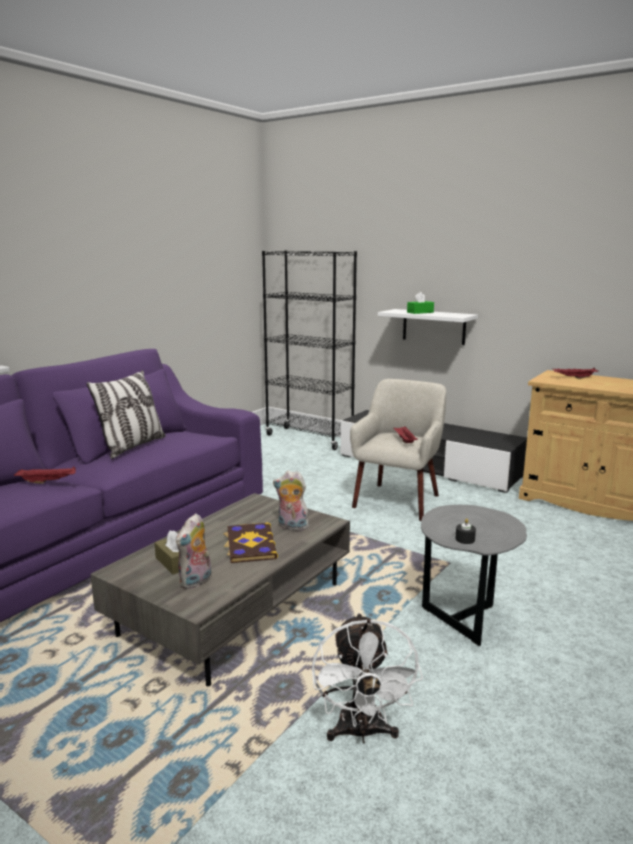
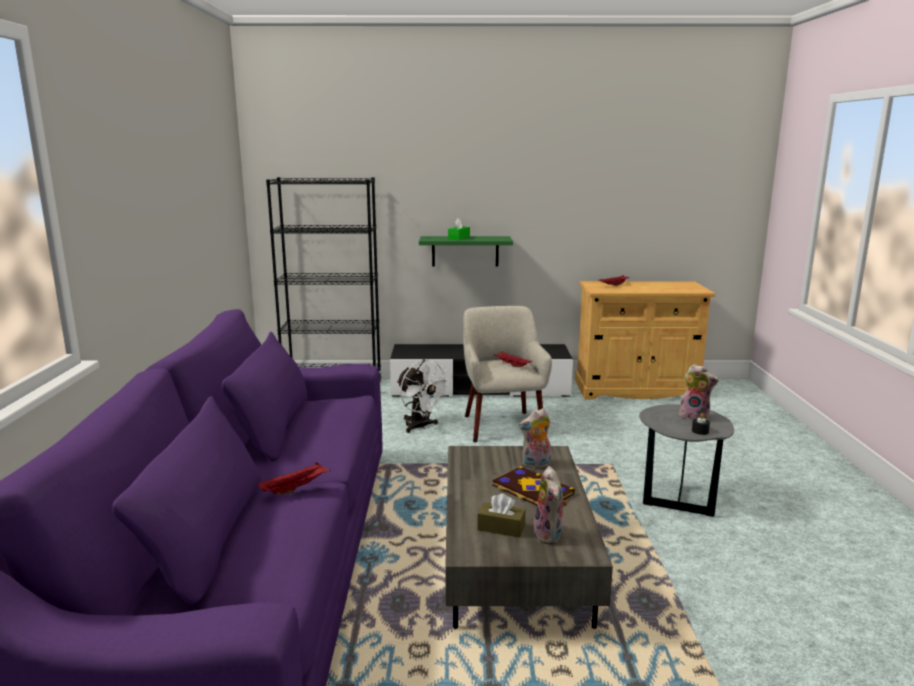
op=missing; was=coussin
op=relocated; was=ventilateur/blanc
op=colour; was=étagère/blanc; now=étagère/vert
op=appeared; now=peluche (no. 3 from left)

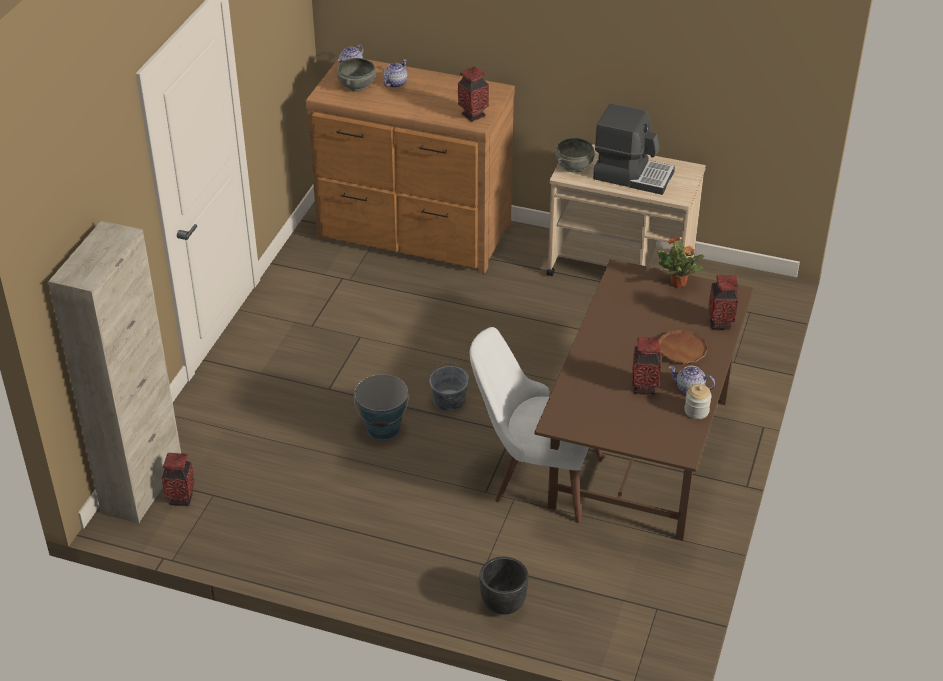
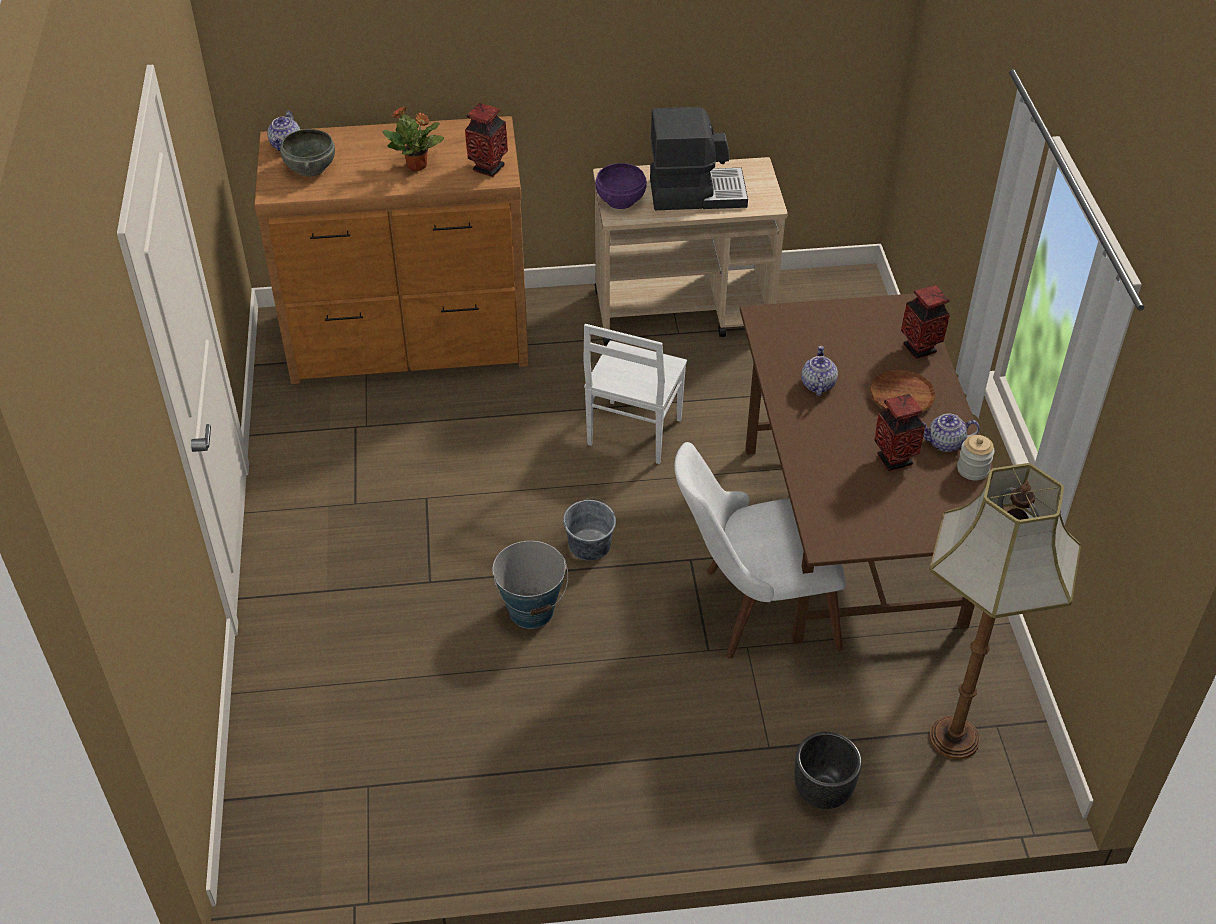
op=missing; was=meuble de rangement/beige
op=missing; was=vase (no. 1 from left)
op=relocated; was=théière (no. 2 from left)
op=colour; was=bol/gris (no. 2 from left); now=bol/violet
op=relocated; was=plante en pot
op=appeared; now=chaise/blanc (no. 1 from left)
op=appeared; now=lampadaire

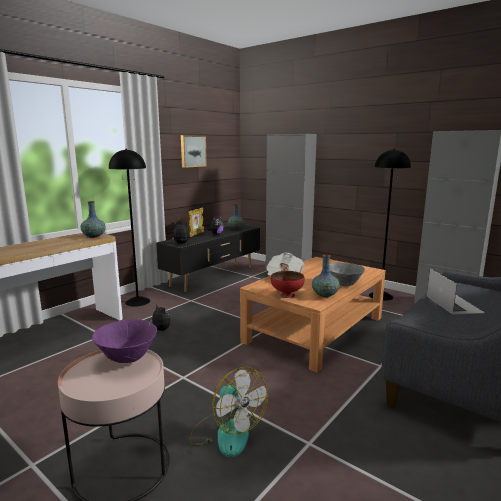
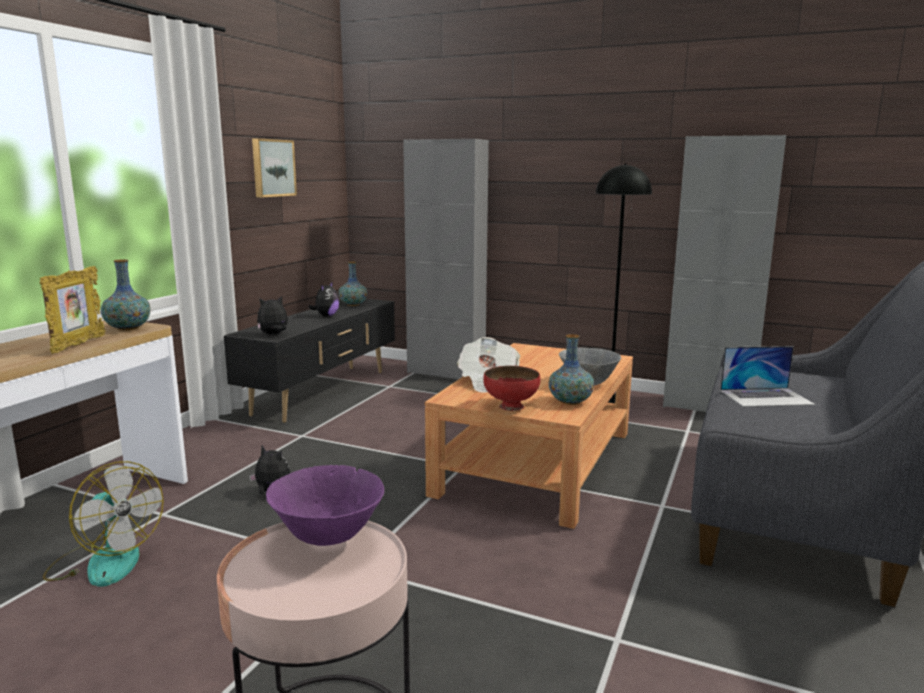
op=missing; was=lampadaire/noir (no. 1 from left)
op=relocated; was=cadre photo
op=relocated; was=ventilateur
op=spun; was=ordinateur portable; clockwise=105

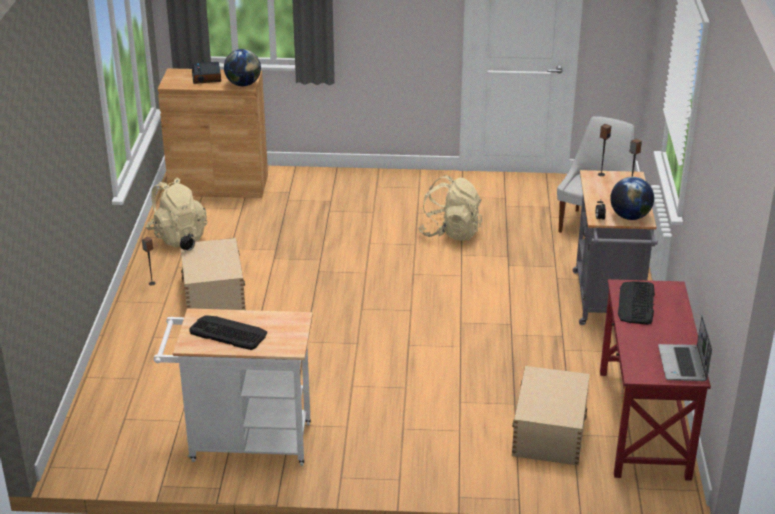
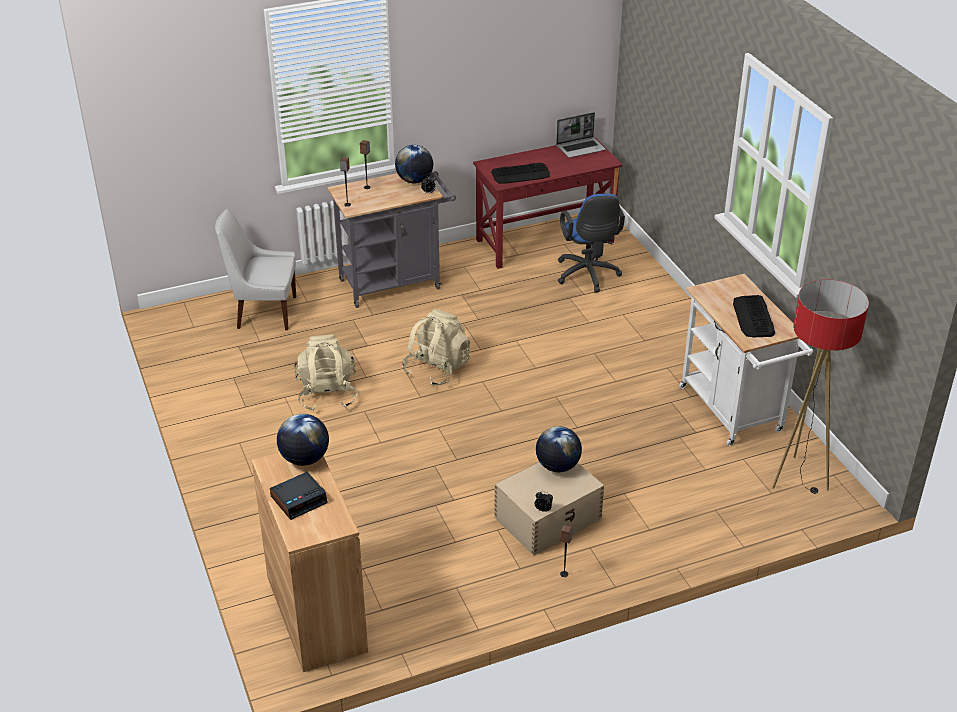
op=relocated; was=sac à dos/beige (no. 1 from left in the first image); now=sac à dos/beige (no. 2 from left)
op=exchanged; was=boîte de rangement/beige (no. 2 from left); now=chaise de bureau/bleu
op=appeared; now=globe (no. 3 from left)
op=appeared; now=lampadaire

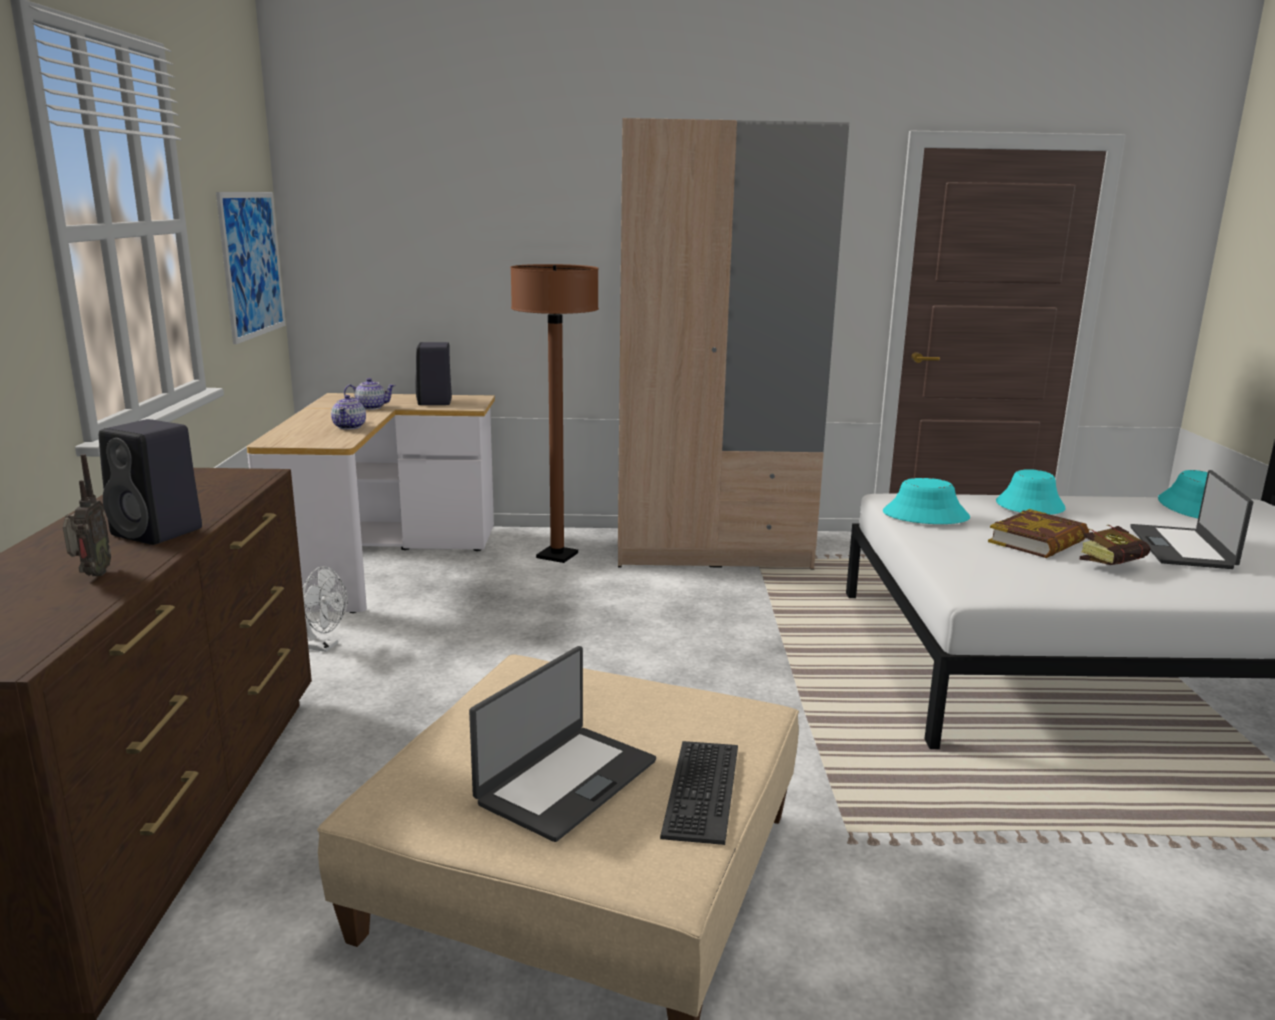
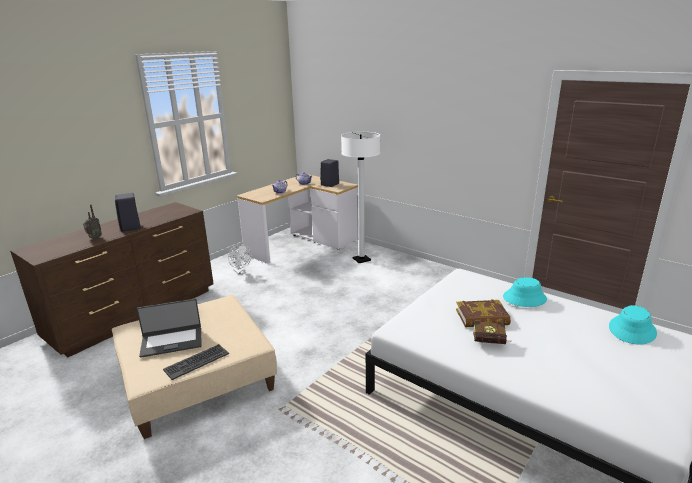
op=missing; was=tableau
op=colour; was=lampadaire/marron; now=lampadaire/blanc
op=missing; was=armoire/beige
op=missing; was=chapeau/turquoise (no. 1 from left)
op=missing; was=ordinateur portable (no. 2 from left)

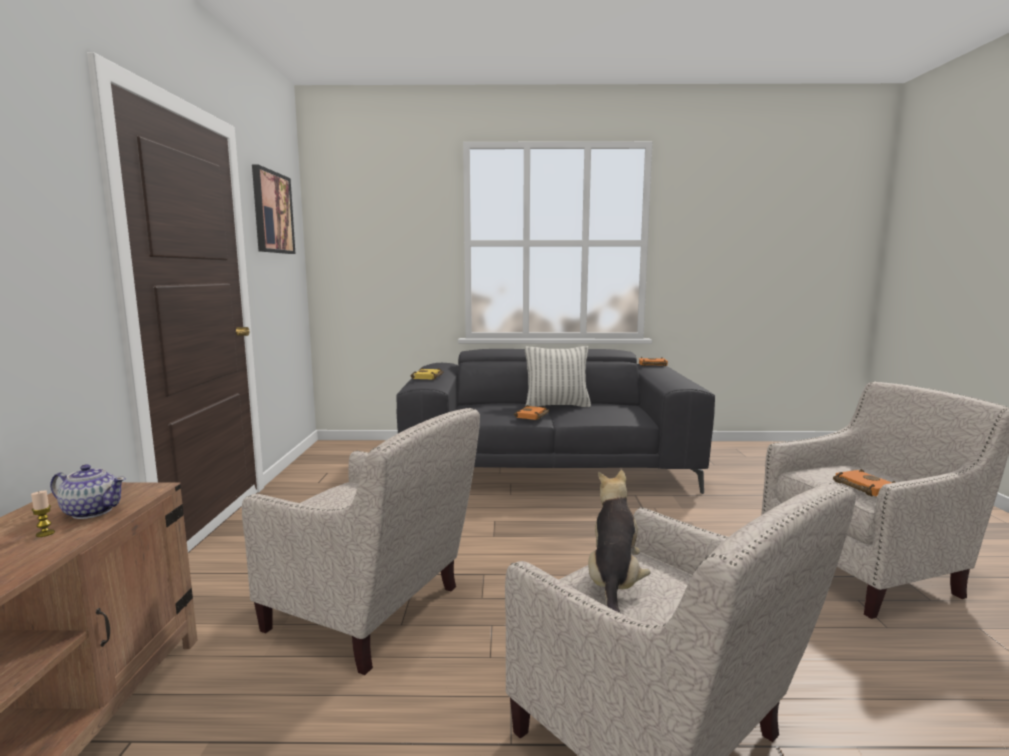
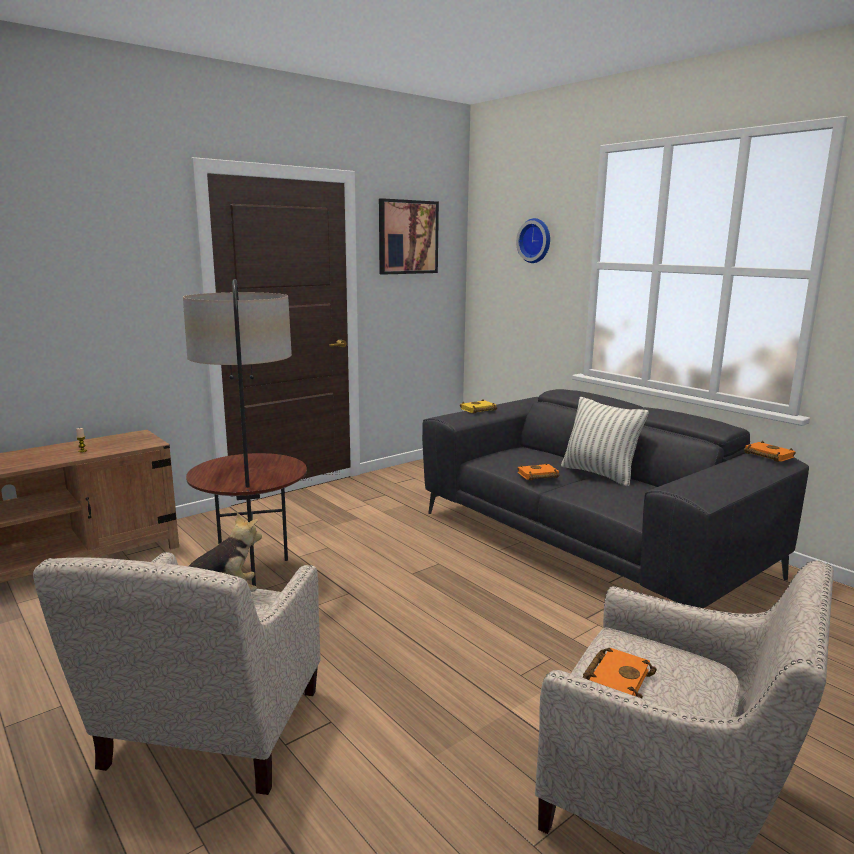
op=missing; was=théière
op=exchanged; was=fauteuil/beige (no. 1 from left); now=lampadaire
op=appeared; now=horloge murale

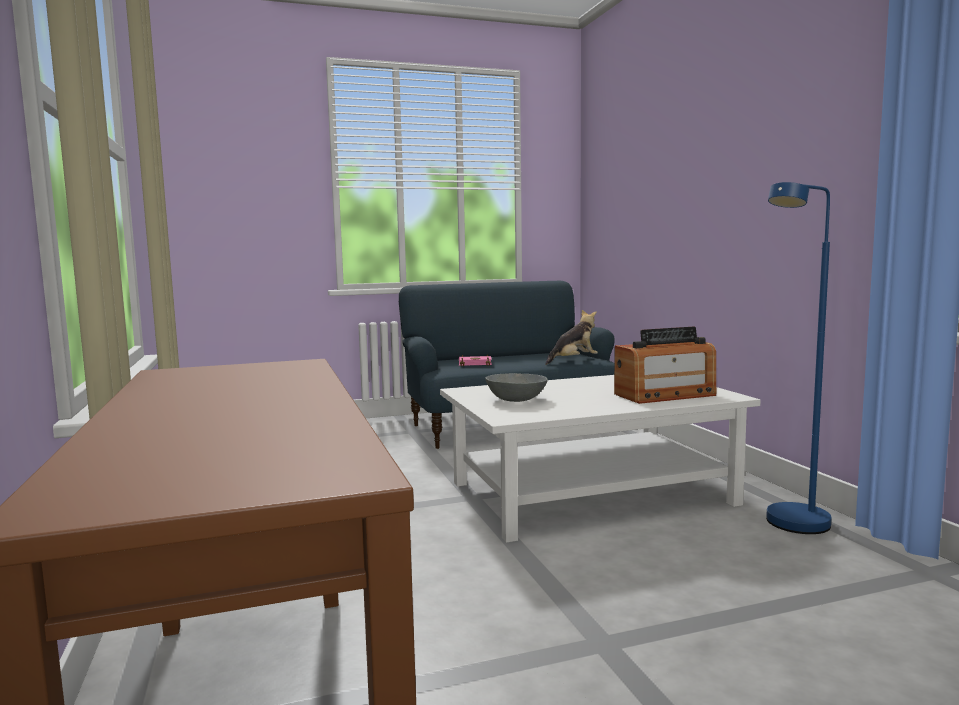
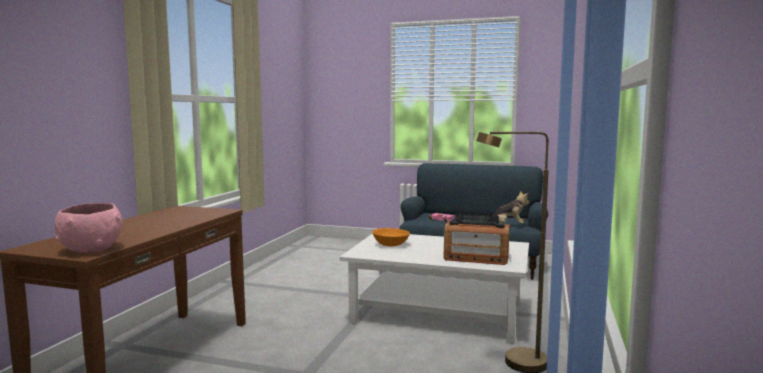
op=colour; was=bol/gris; now=bol/orange
op=colour; was=lampadaire/bleu; now=lampadaire/marron
op=appeared; now=bol/rose

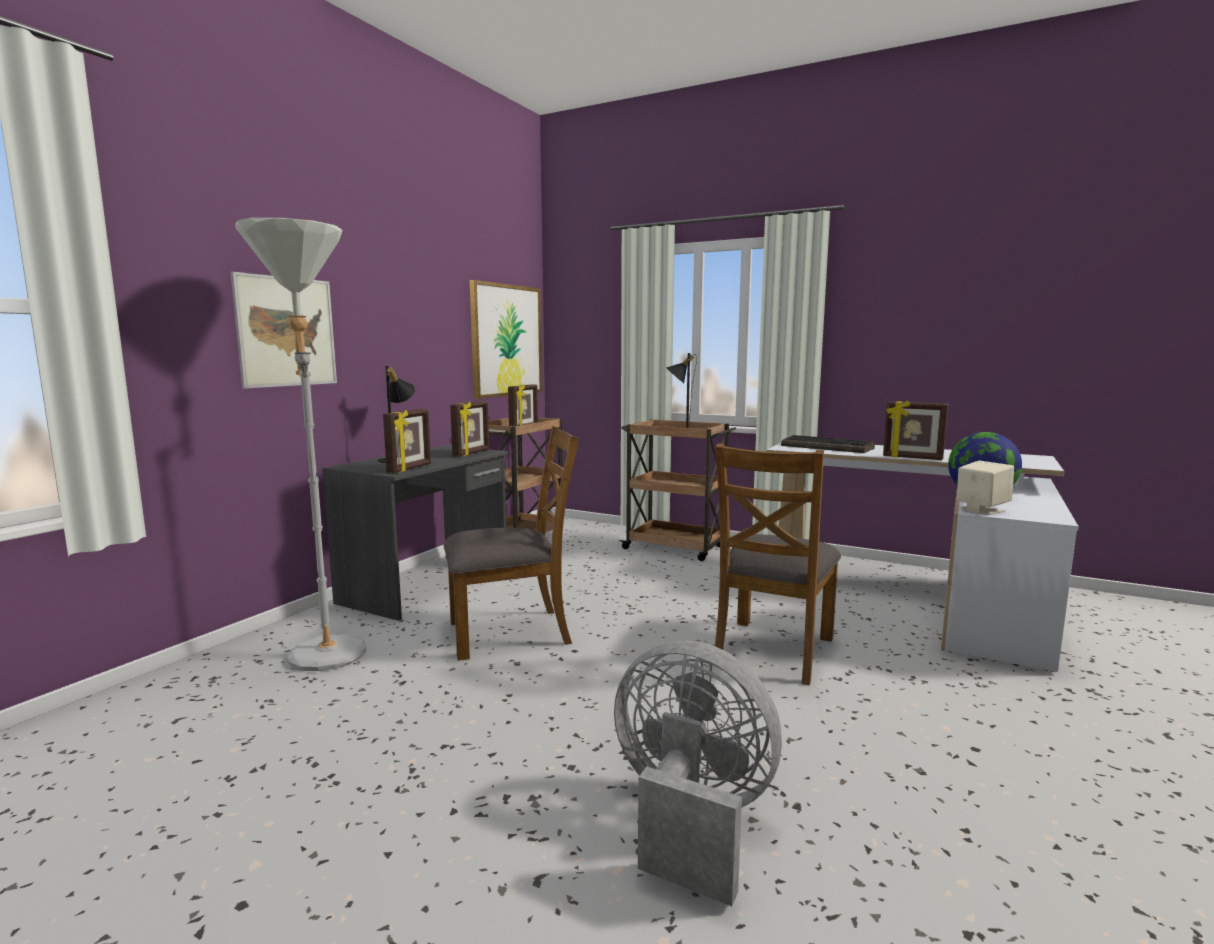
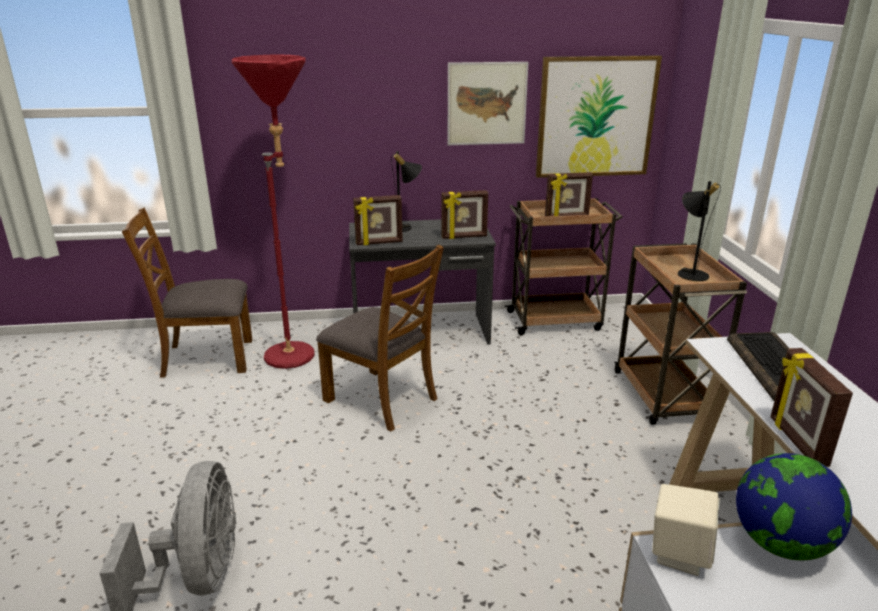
op=relocated; was=tableau (no. 1 from left)
op=colour; was=lampadaire/gris; now=lampadaire/rouge
op=relocated; was=chaise/marron (no. 2 from left in the first image); now=chaise/marron (no. 1 from left)

